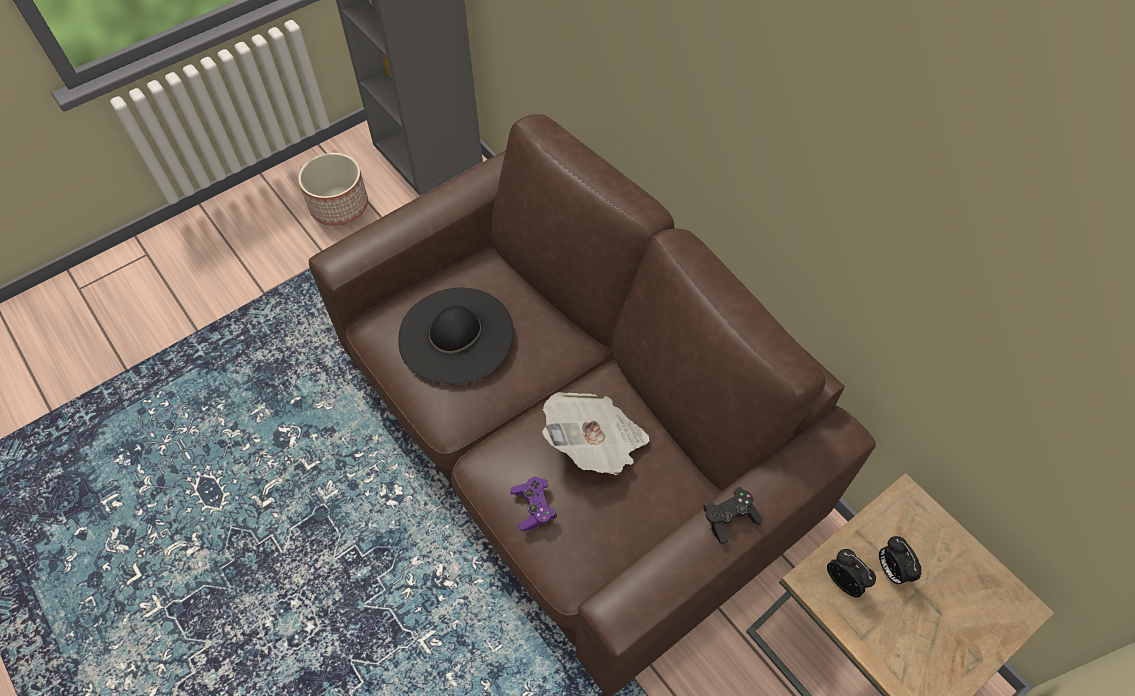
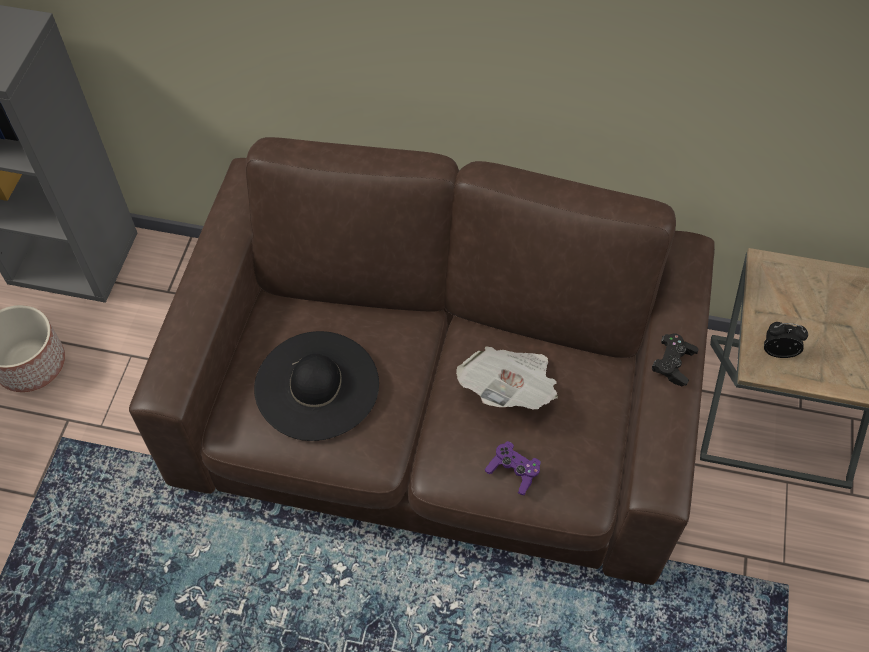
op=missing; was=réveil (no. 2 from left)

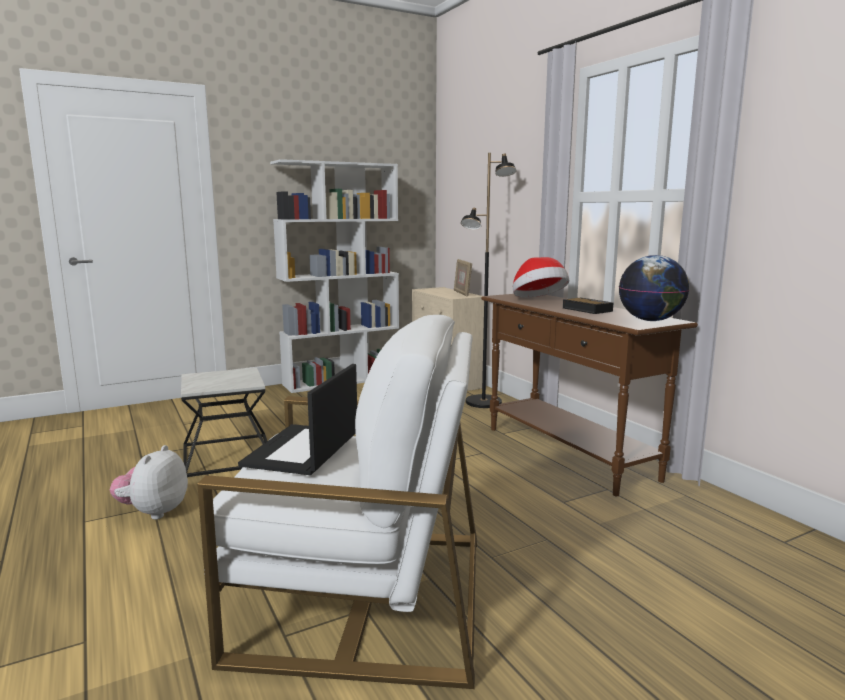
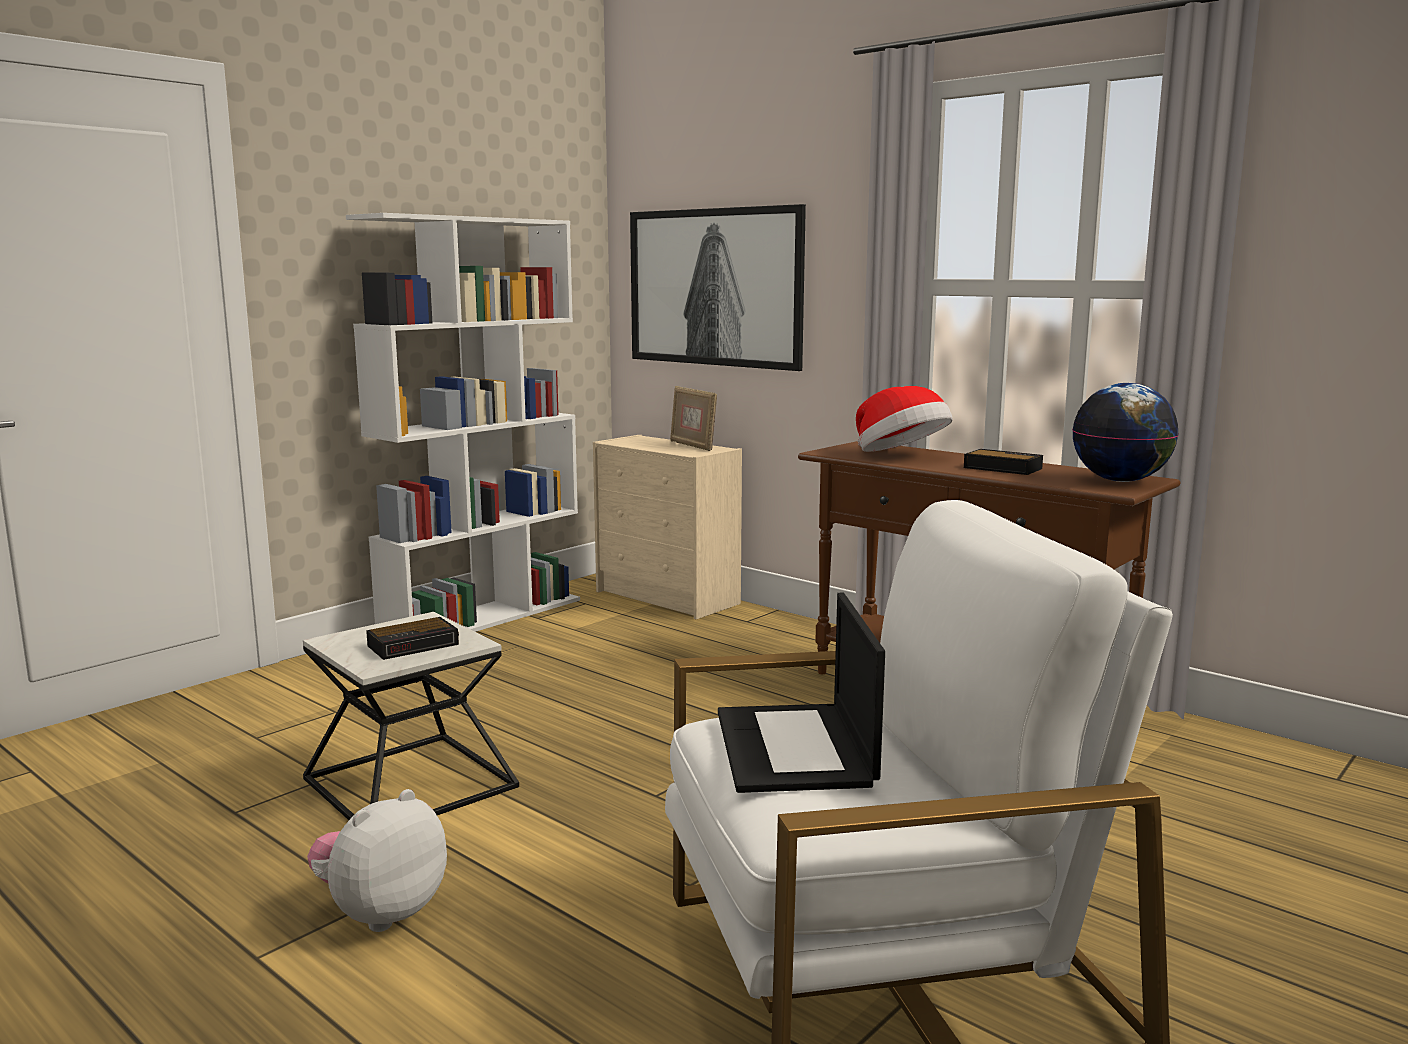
op=spun; was=peluche; clockwise=45
op=missing; was=lampadaire/noir
op=appeared; now=réveil (no. 1 from left)
op=appeared; now=tableau

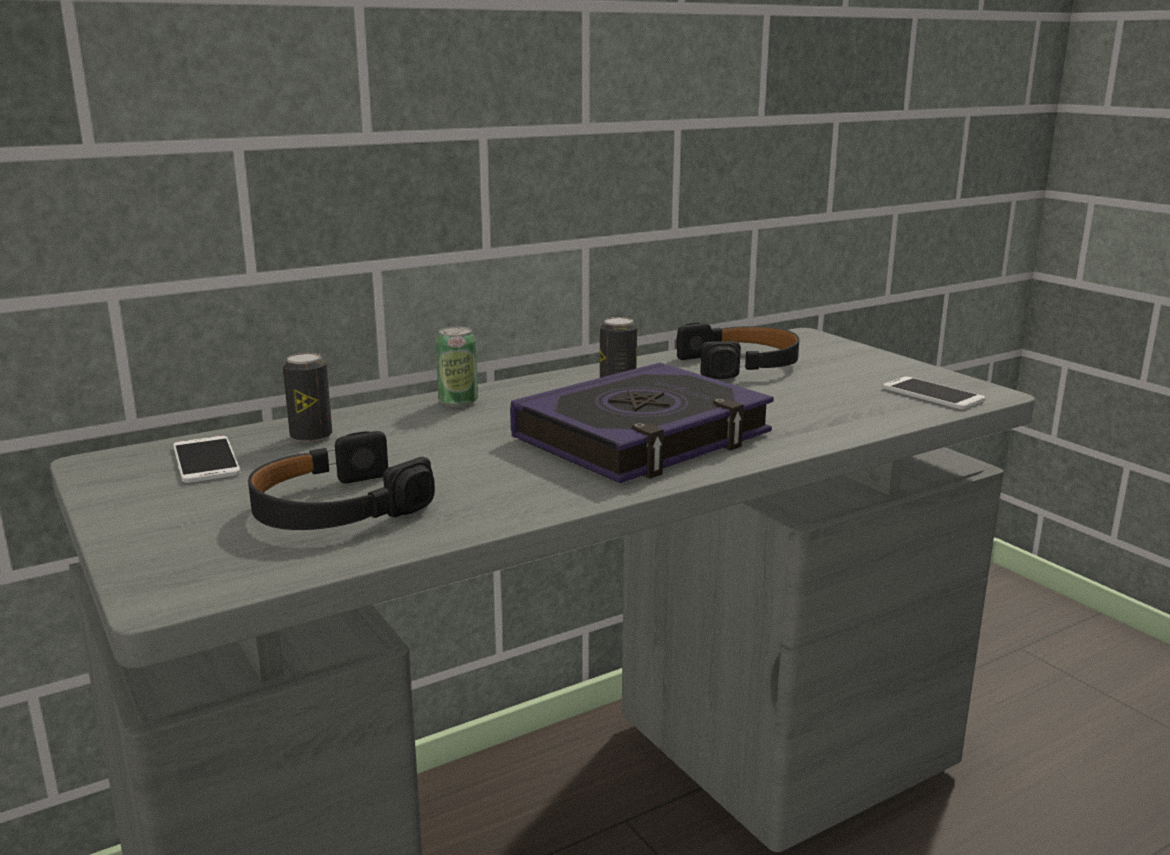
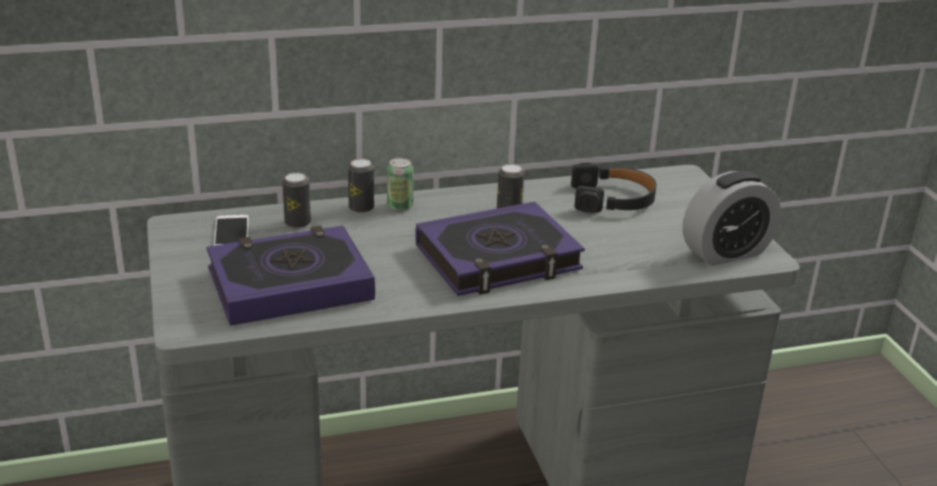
op=exchanged; was=casque audio/noir (no. 1 from left); now=livre (no. 1 from left)
op=exchanged; was=téléphone (no. 2 from left); now=réveil
op=appeared; now=boîte métallique (no. 2 from left)

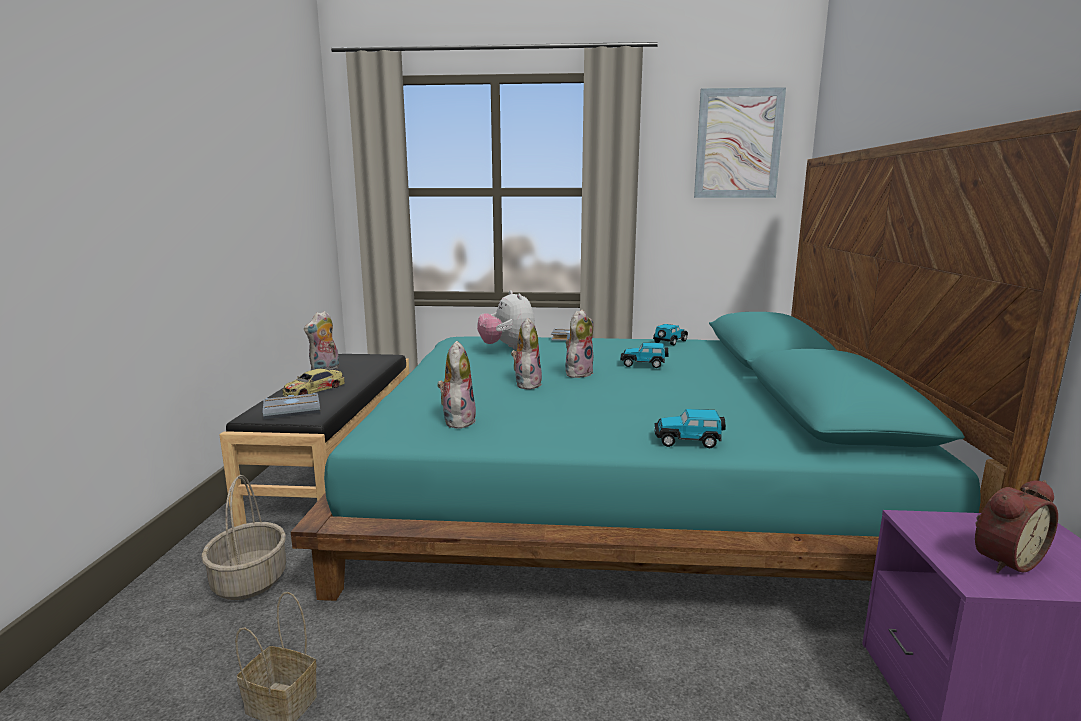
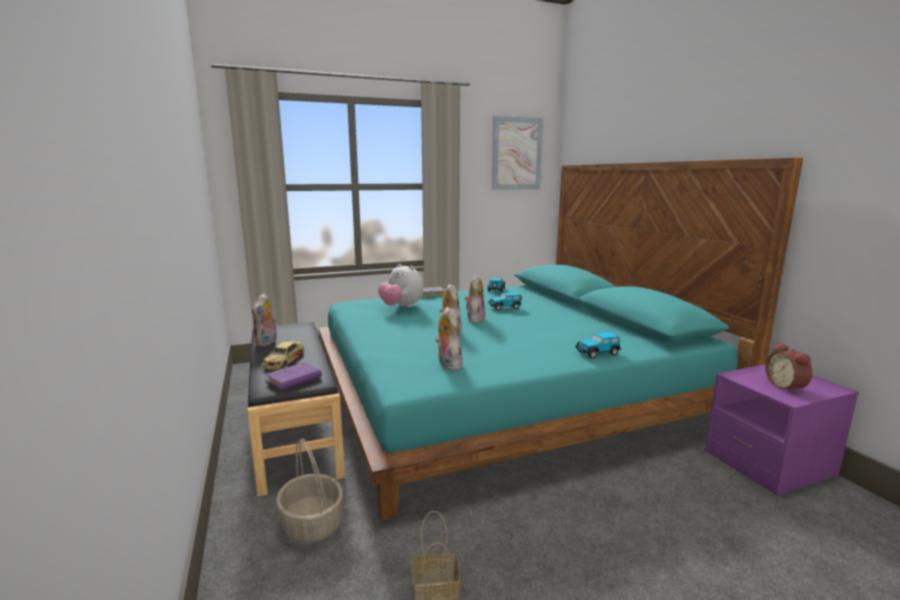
op=colour; was=livre/gris (no. 1 from left); now=livre/violet
op=spun; was=réveil; clockwise=135

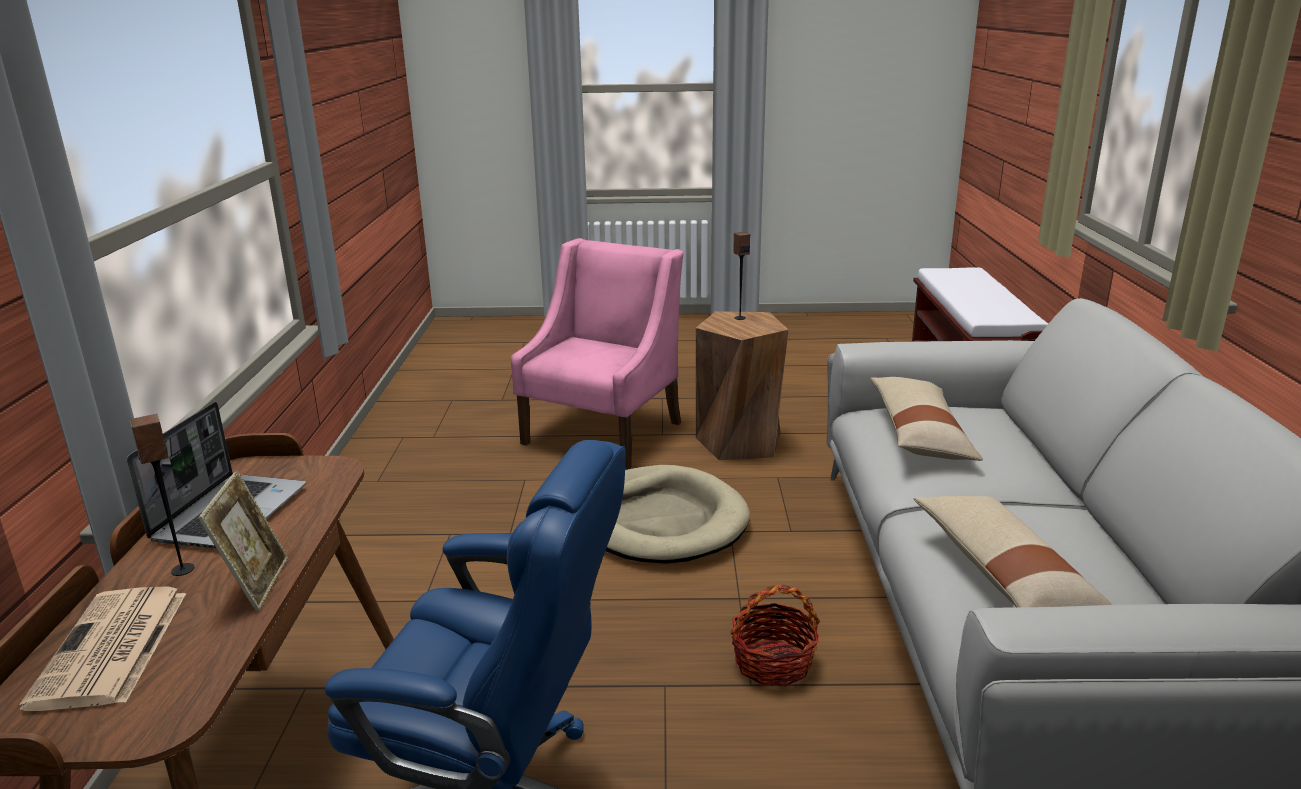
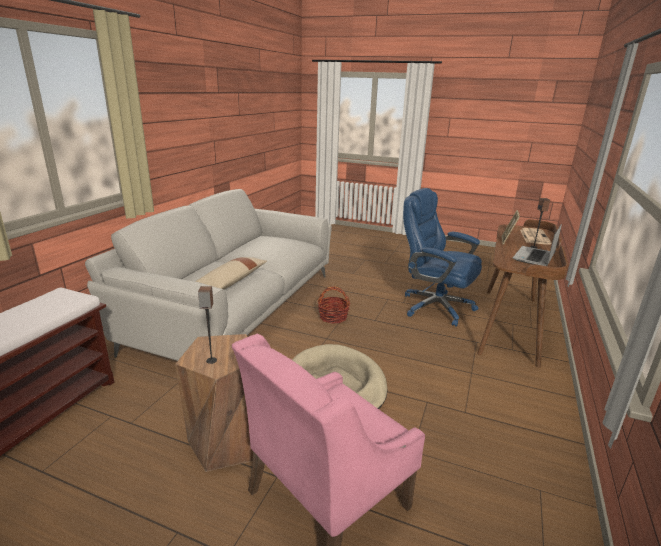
op=missing; was=coussin/beige (no. 2 from left)

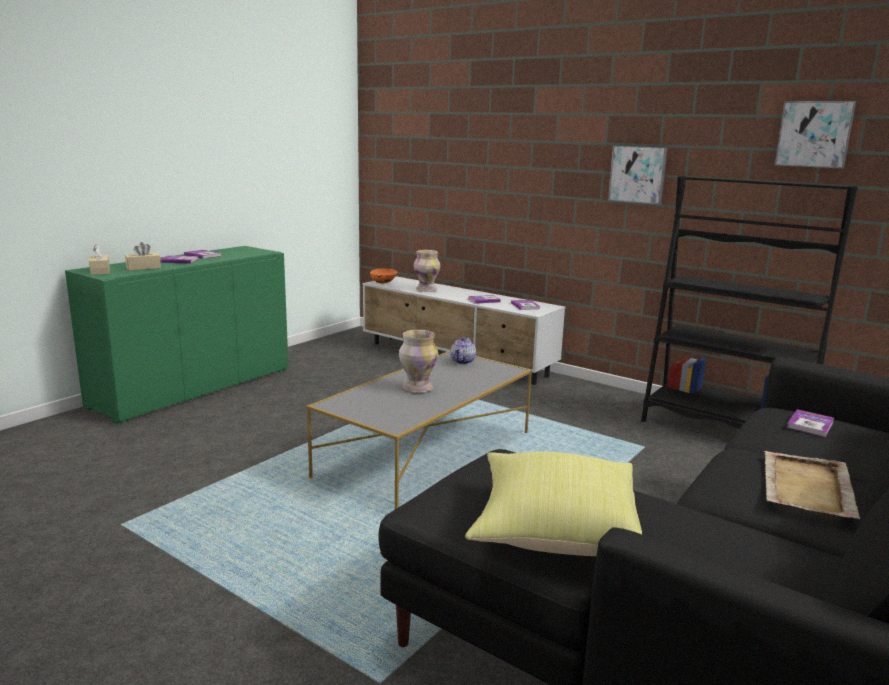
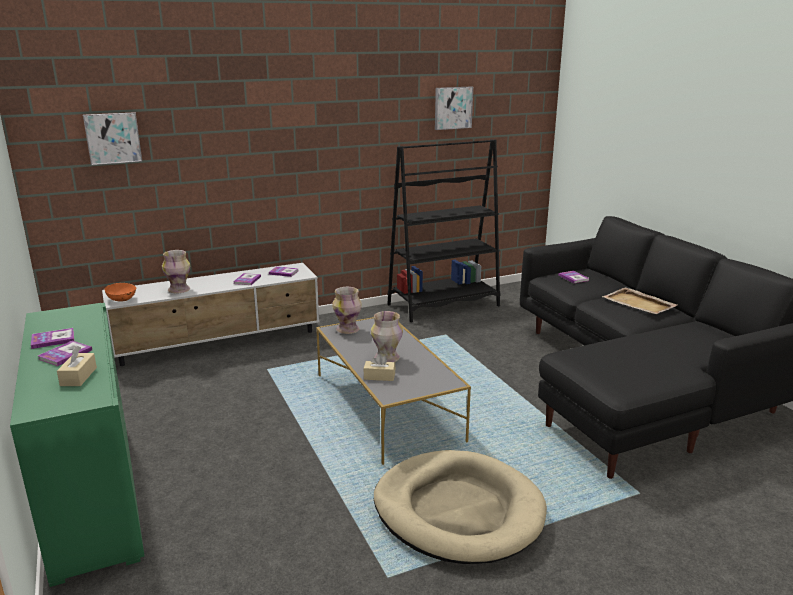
op=relocated; was=boîte à mouchoirs/beige (no. 1 from left in the first image); now=boîte à mouchoirs/beige (no. 2 from left)
op=exchanged; was=théière; now=vase (no. 2 from left)
op=missing; was=coussin/jaune
op=relocated; was=tableau (no. 1 from left)
op=appeared; now=panier pour chien/beige

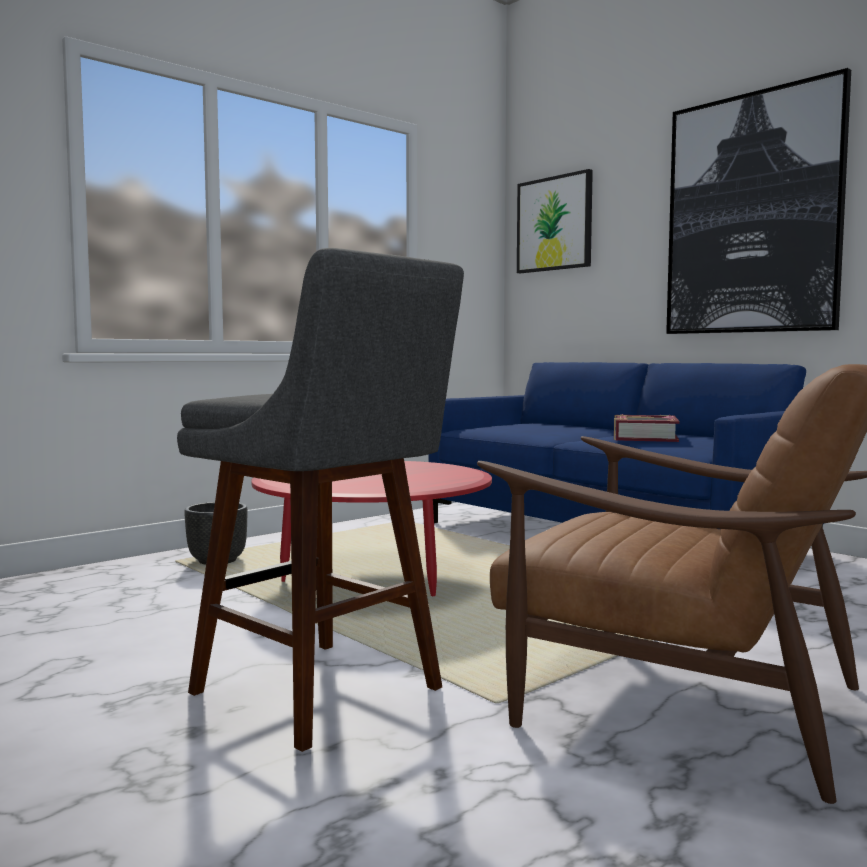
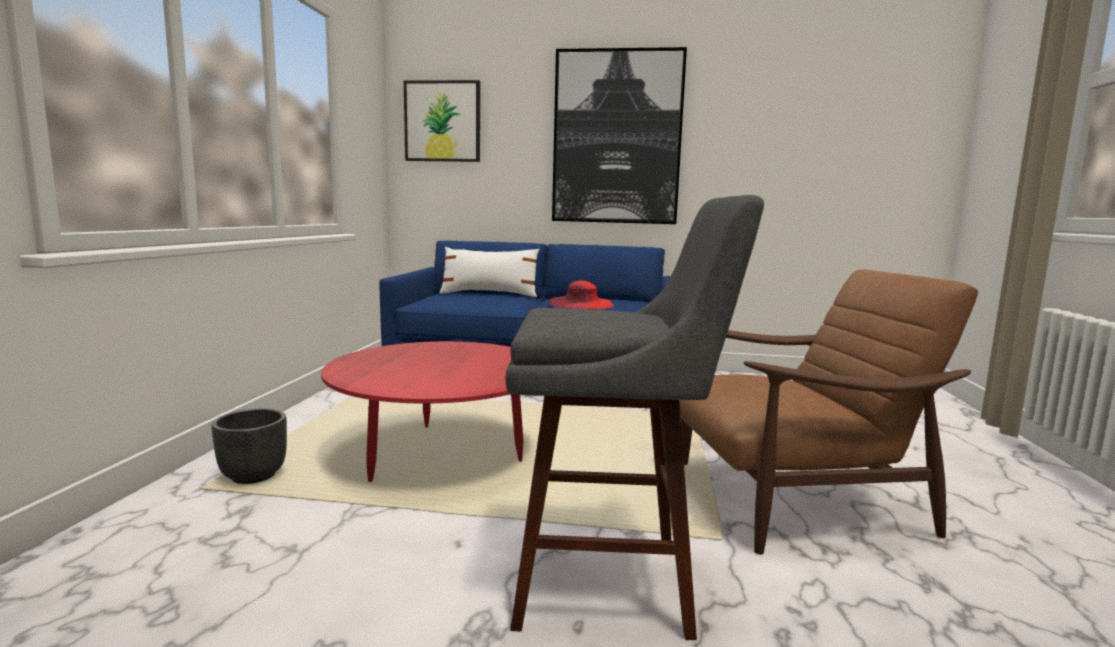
op=exchanged; was=livre; now=chapeau/rouge
op=appeared; now=coussin/blanc

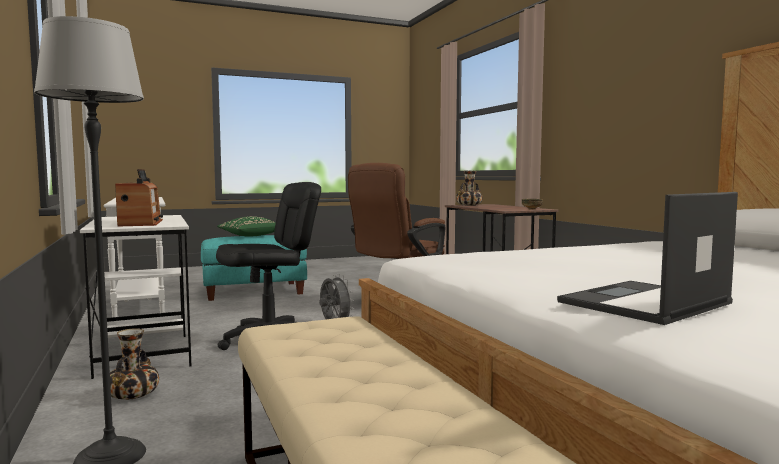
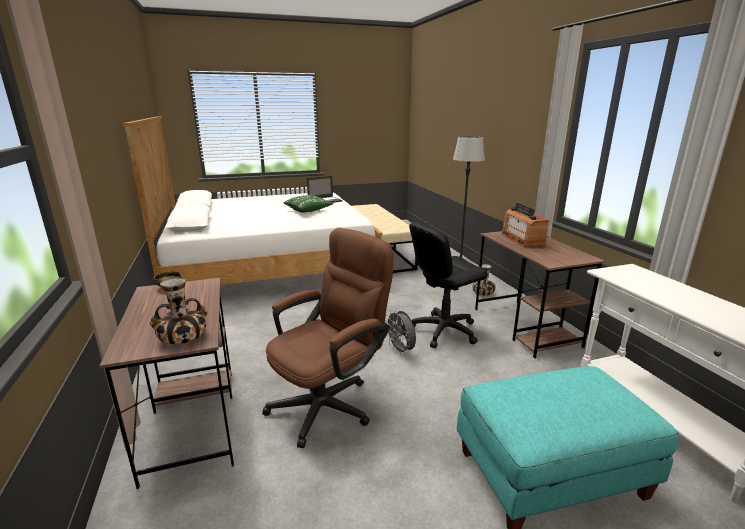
op=colour; was=bureau/blanc; now=bureau/marron (no. 2 from left)
op=relocated; was=coussin/vert

